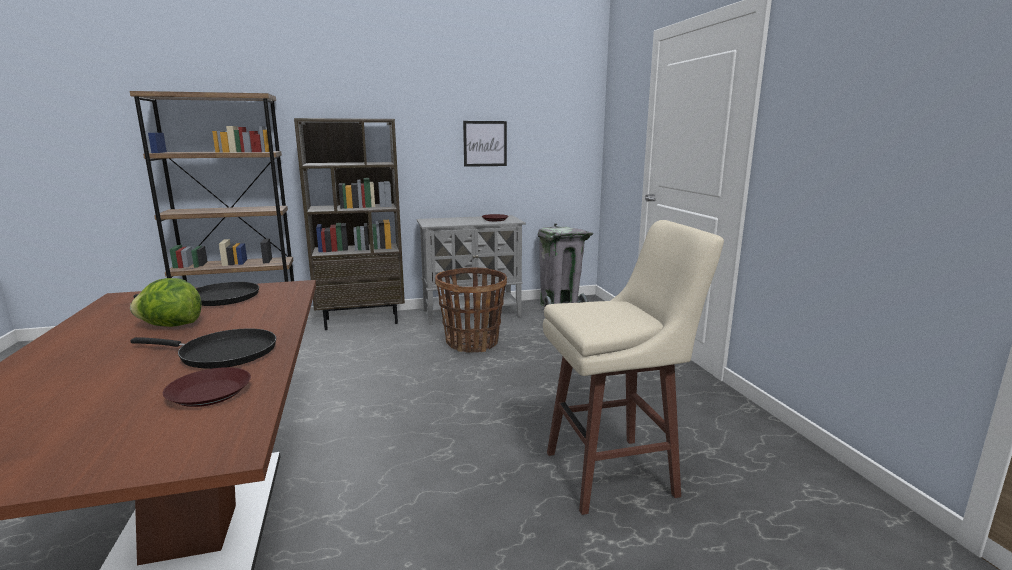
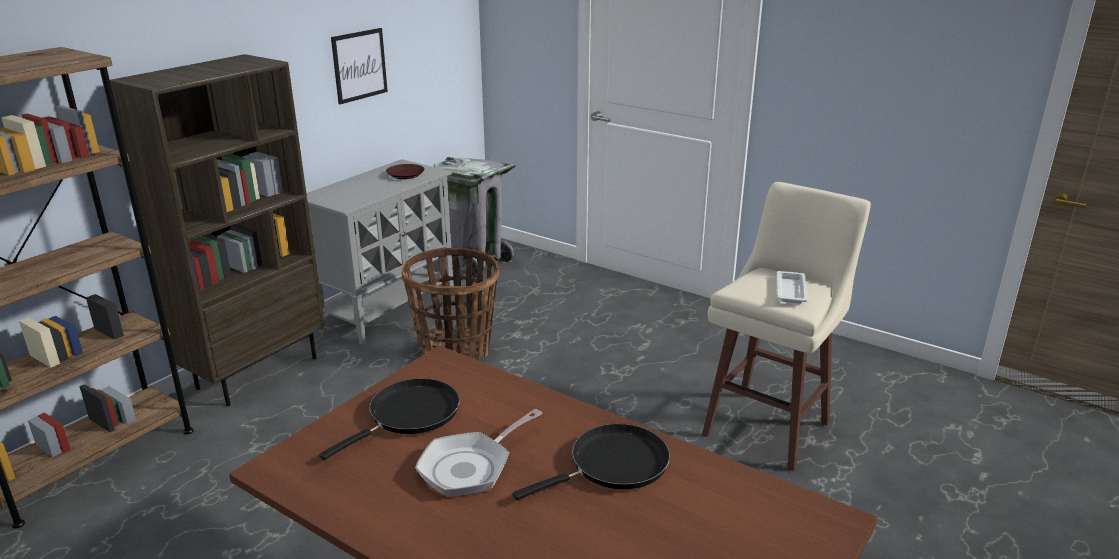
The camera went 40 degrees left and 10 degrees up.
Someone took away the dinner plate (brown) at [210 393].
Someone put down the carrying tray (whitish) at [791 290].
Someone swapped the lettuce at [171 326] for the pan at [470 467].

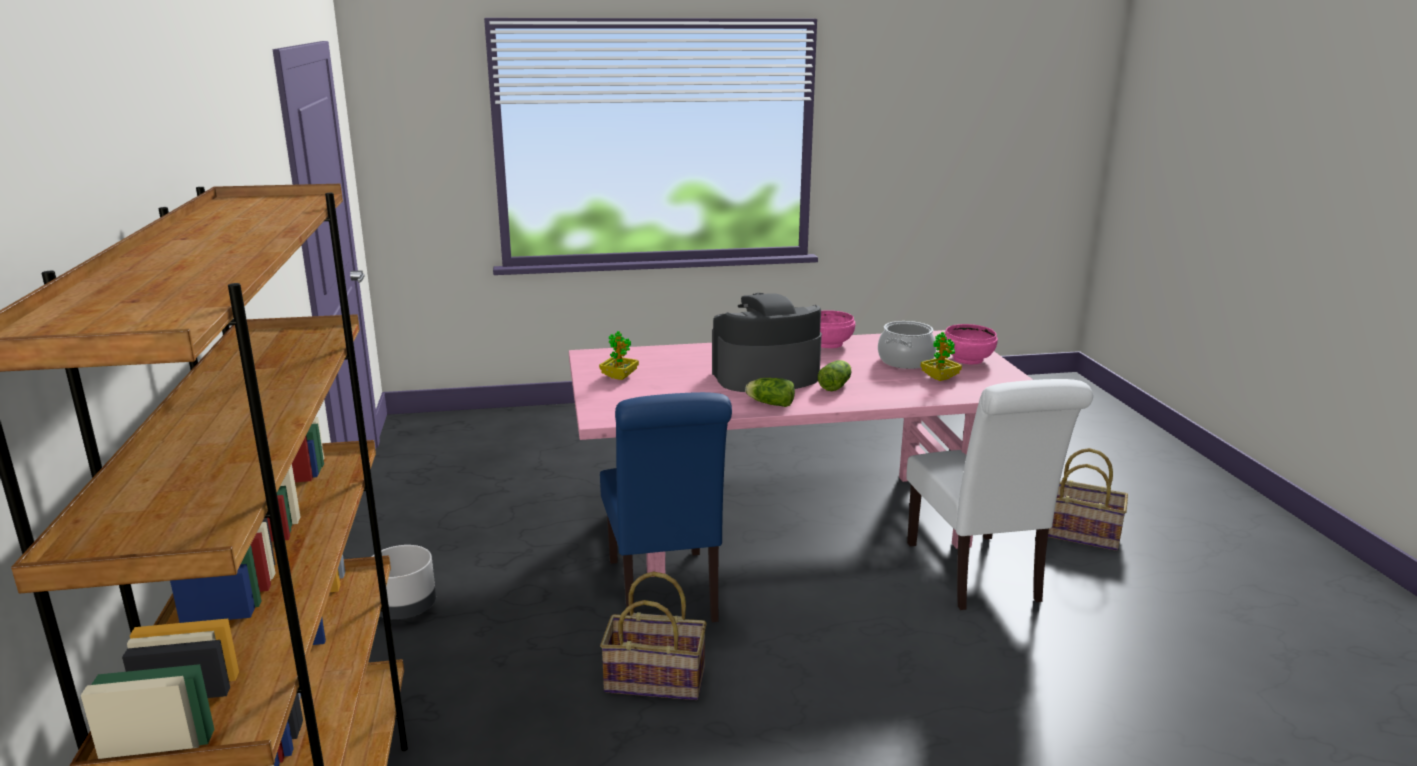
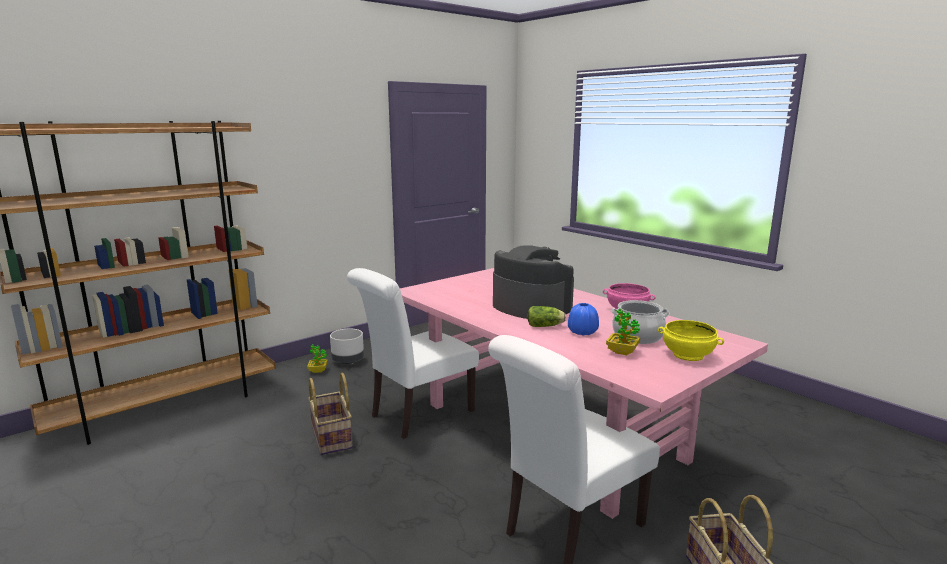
The camera went 60 degrees right and 5 degrees down.
Someone took away the lettuce at [769 403].
Someone put down the decorative vase (blue-coloured) at [582 332].
Someone carried the potted plant from [619 377] to [318 371].
Someone repainted the upright chair (blue-coloured) at [664 594], which became the upright chair (whitish) at [416 415].
Someone repainted the deep dish (pinkish) at [967 359], which became the deep dish (yellow) at [688 355].

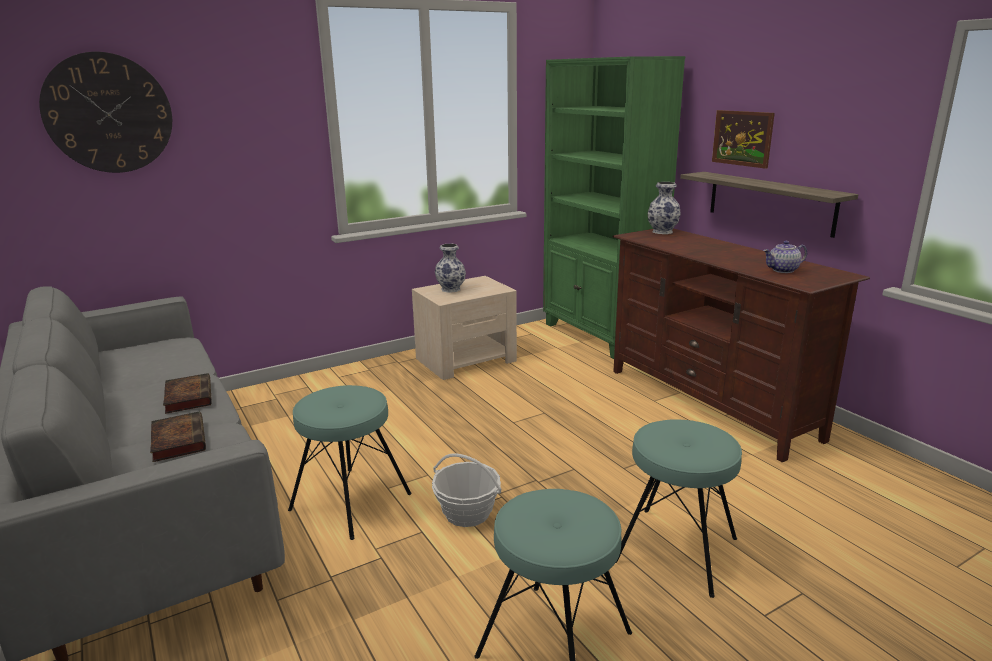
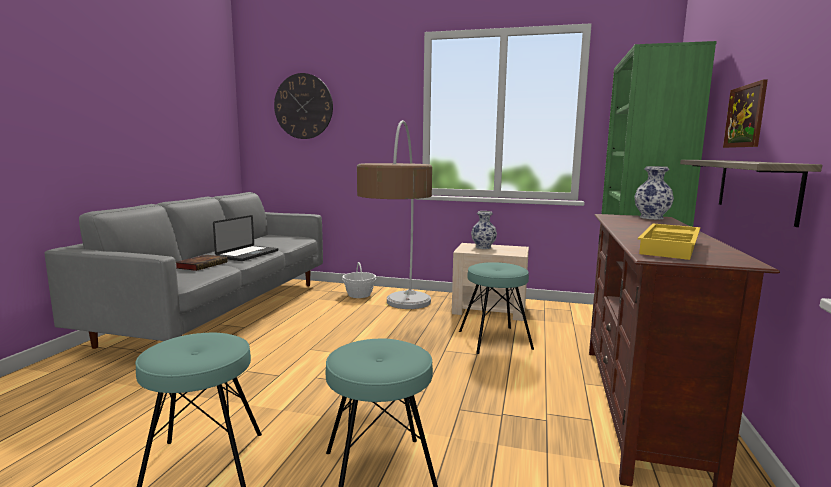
The camera went 45 degrees right and 10 degrees down.
Someone put down the floor lamp at [401 323].
Someone carried the stool seat (turquoise-coloured) from [351 502] to [494 340].
Someone carried the basket from [467 513] to [359 294].
Someone swapped the volume at [188 396] for the laptop at [248 254].
Someone swapped the tea pot at [783 270] for the carrying tray (yellow) at [671 247].

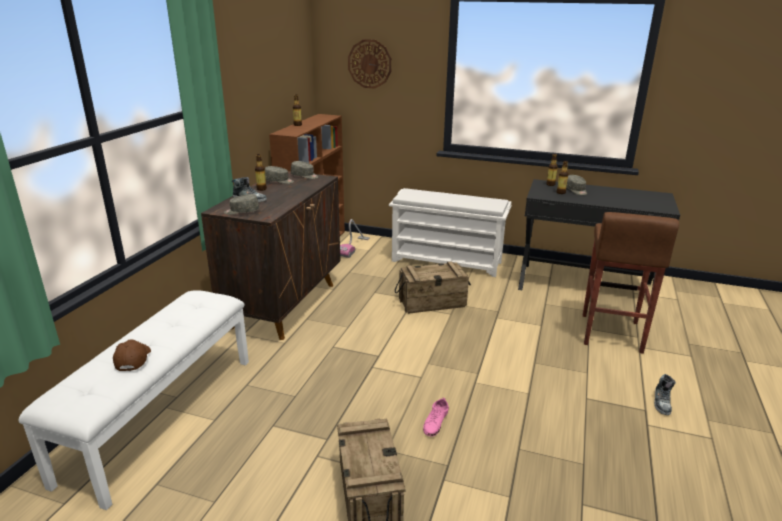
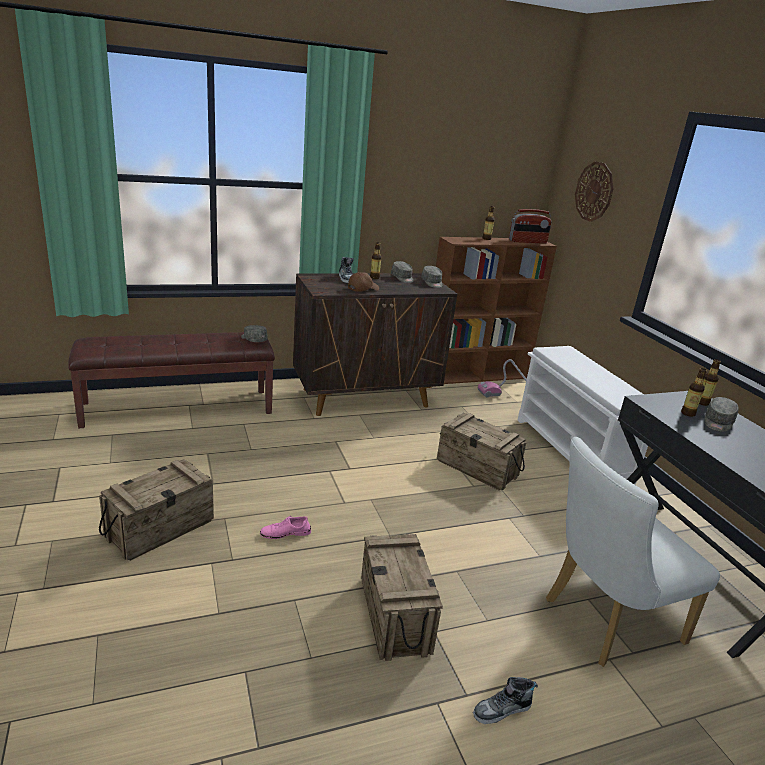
The camera went 50 degrees right and 0 degrees up.
Someone put down the packing crate at [395 615].
Someone put down the radio receiver at [527 242].
Someone carried the cap (brown) from [133 360] to [363 289].
Someone carried the cap (grey) from [241 212] to [253 339].
Someone swapped the stool seat (brown) at [610 333] for the upright chair (whitish) at [604 622].
Someone repainted the long seat (whitish) at [161 416], which became the long seat (brown) at [178 407].

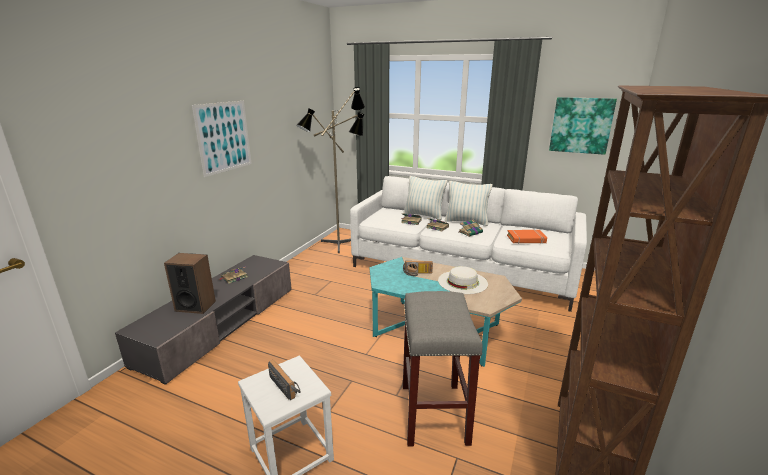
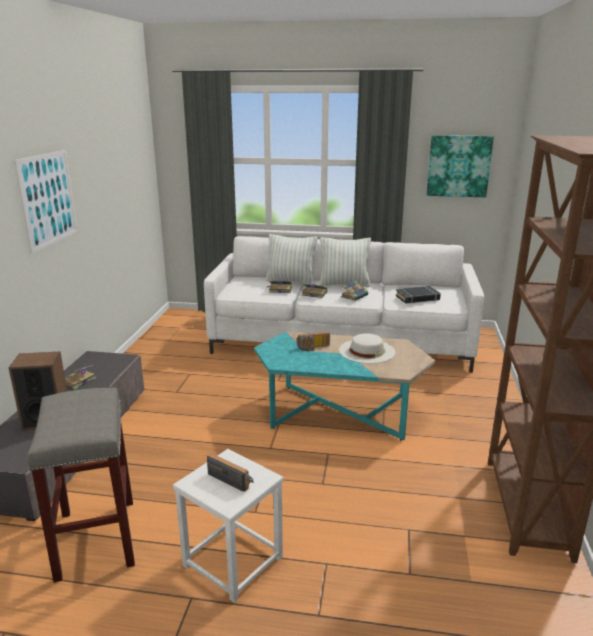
The camera went 15 degrees left and 0 degrees up.
Someone took away the floor lamp at [341 246].
Someone carried the stool seat (grey) from [434 414] to [97 539].
Someone repainted the volume (orange) at [526 239], which became the volume (black-coloured) at [417 298].

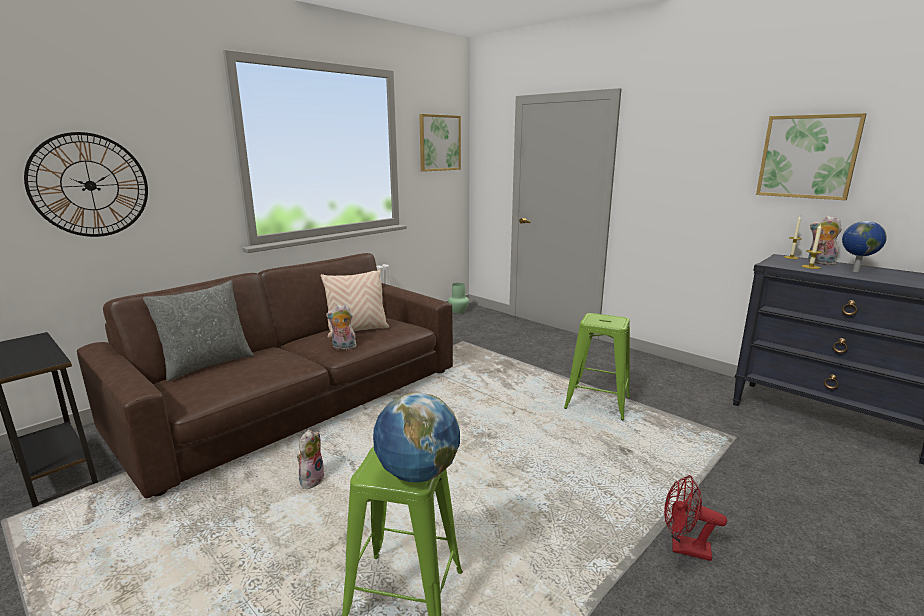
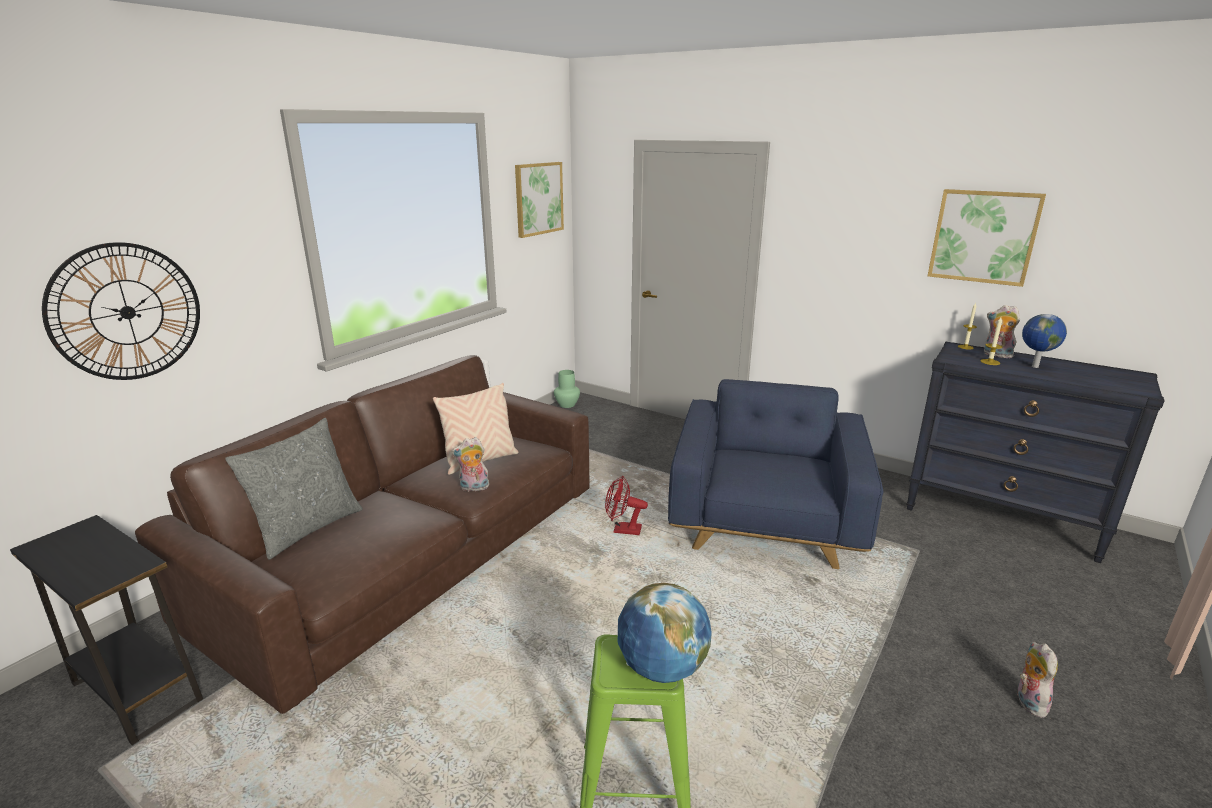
The camera went 10 degrees left and 5 degrees up.
Someone carried the plush toy from [311 479] to [1028 701].
Someone carried the cooling fan (reddish) from [684 548] to [622 530].
Someone swapped the stool seat (green) at [596 403] for the easy chair (blue-coloured) at [765 521].

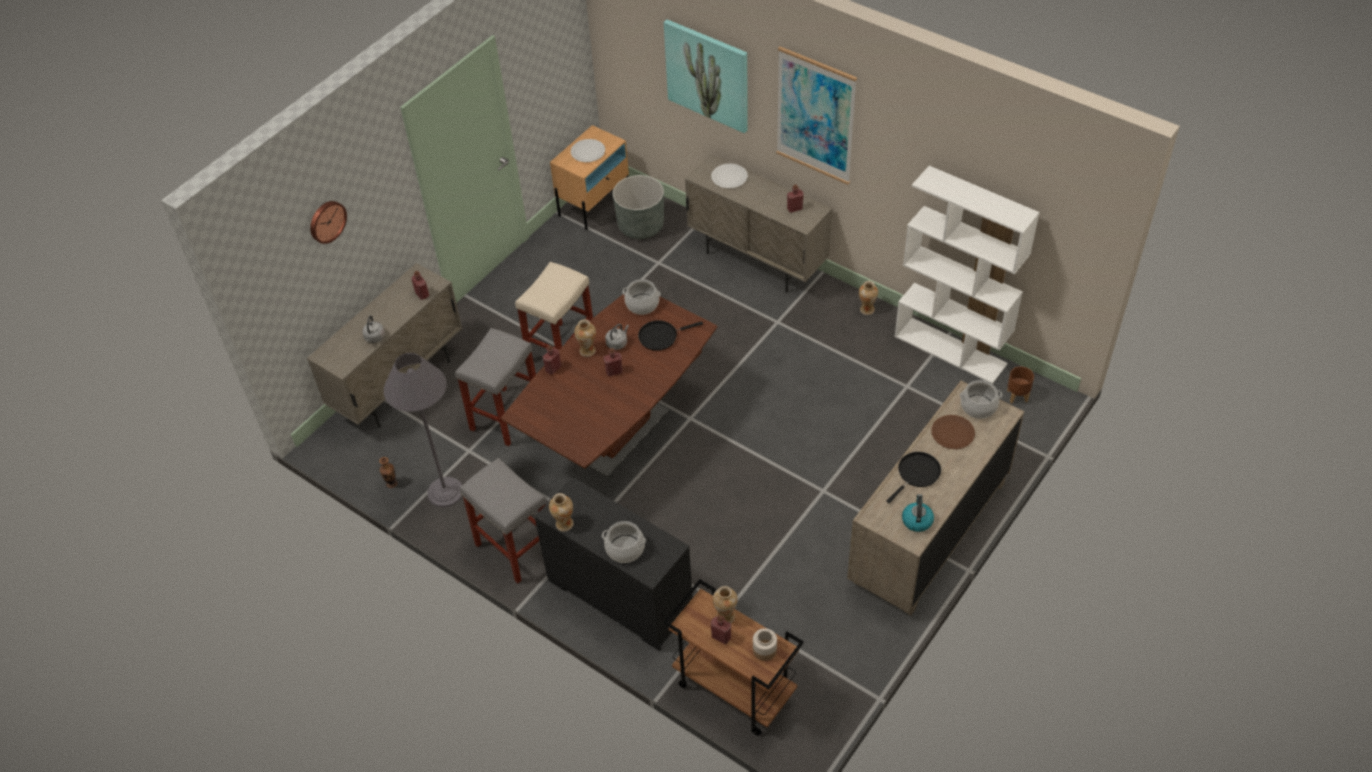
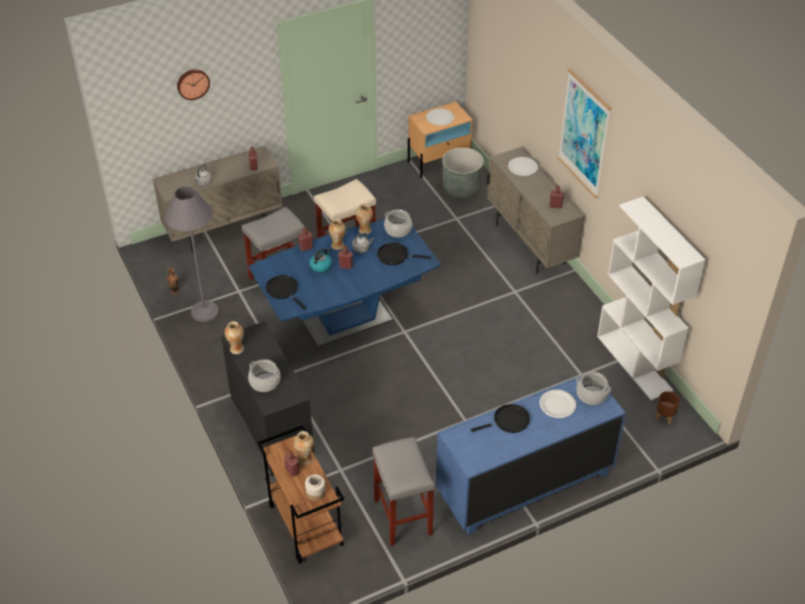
The camera went 25 degrees right and 5 degrees down.
Someone took away the wall art at [708 75].
Someone put down the pan (black-coloured) at [283 290].
Someone carried the stool seat (grey) from [514 548] to [402 516].
Someone carried the decorative vase from [867 310] to [364 230].
Someone carried the tea kettle from [917 520] to [321 266].
Someone repainted the dining table (brown) at [619 433], which became the dining table (blue-coloured) at [347 321].
Someone repainted the dresser (beige) at [929 532], which became the dresser (blue-coloured) at [525 483].
Someone repainted the dinner plate (brown) at [952 433], which became the dinner plate (whitish) at [557 405].

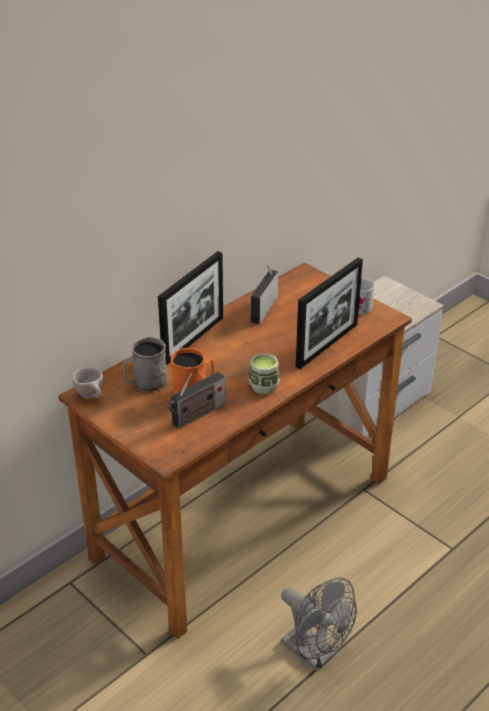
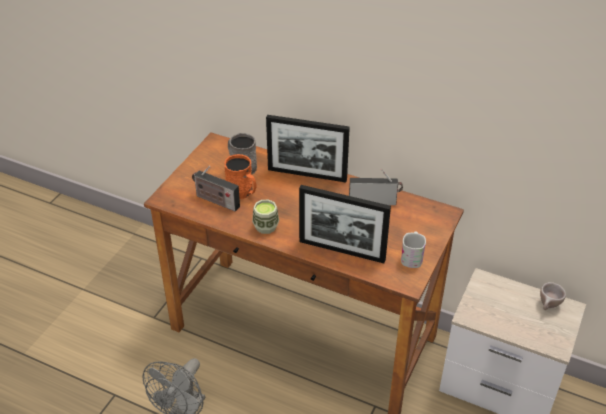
The camera went 70 degrees right and 5 degrees up.
Someone carried the cup (beige) from [92 397] to [548 306].

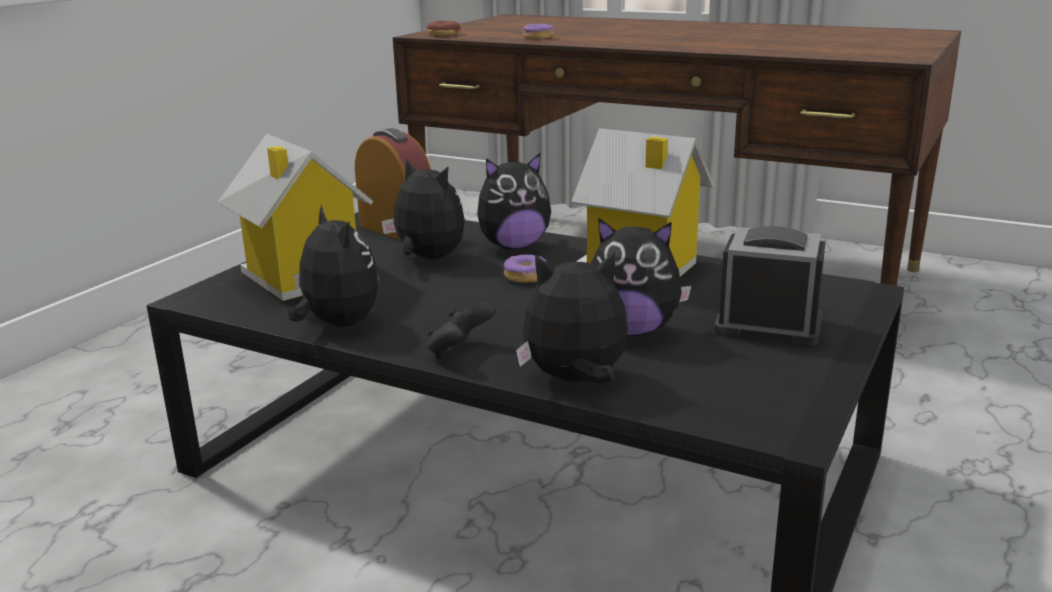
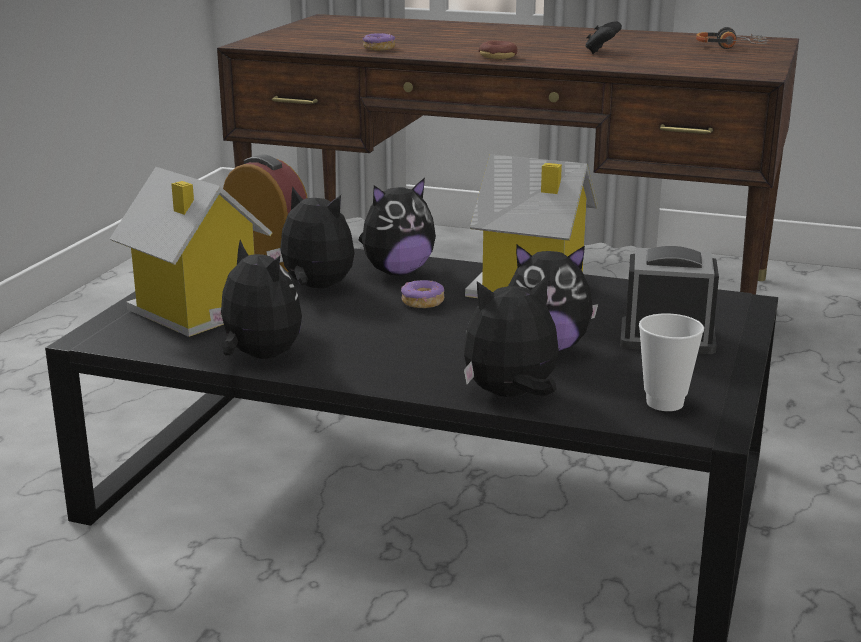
The camera went 10 degrees left and 0 degrees up.
Someone put down the cup at [664 403].
Someone put down the headset at [730 47].
Someone carried the donut from [443 34] to [498 57].
Someone carried the joypad (black-coloured) from [459 352] to [601 52].

